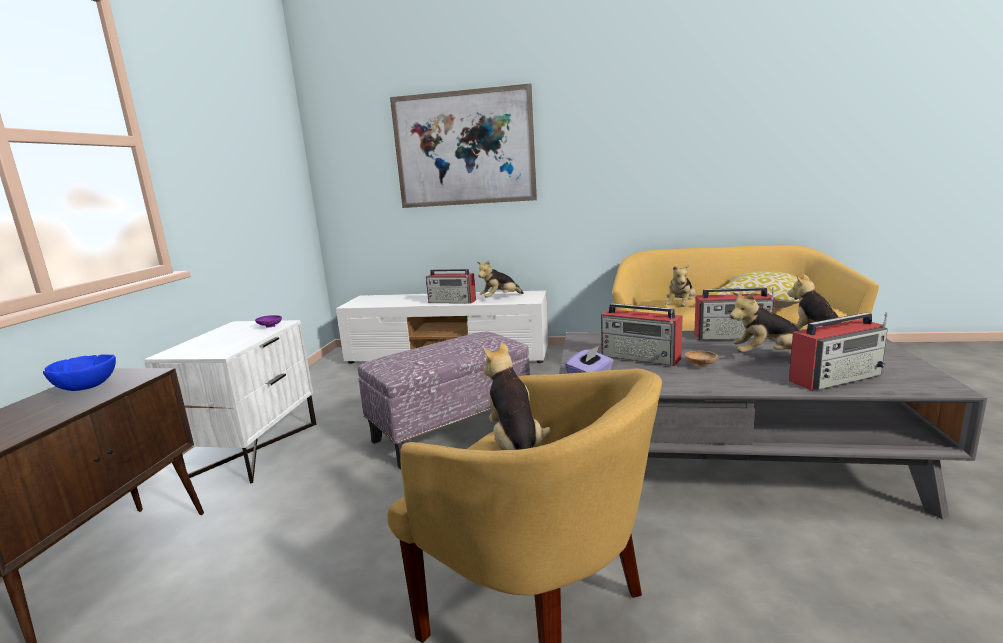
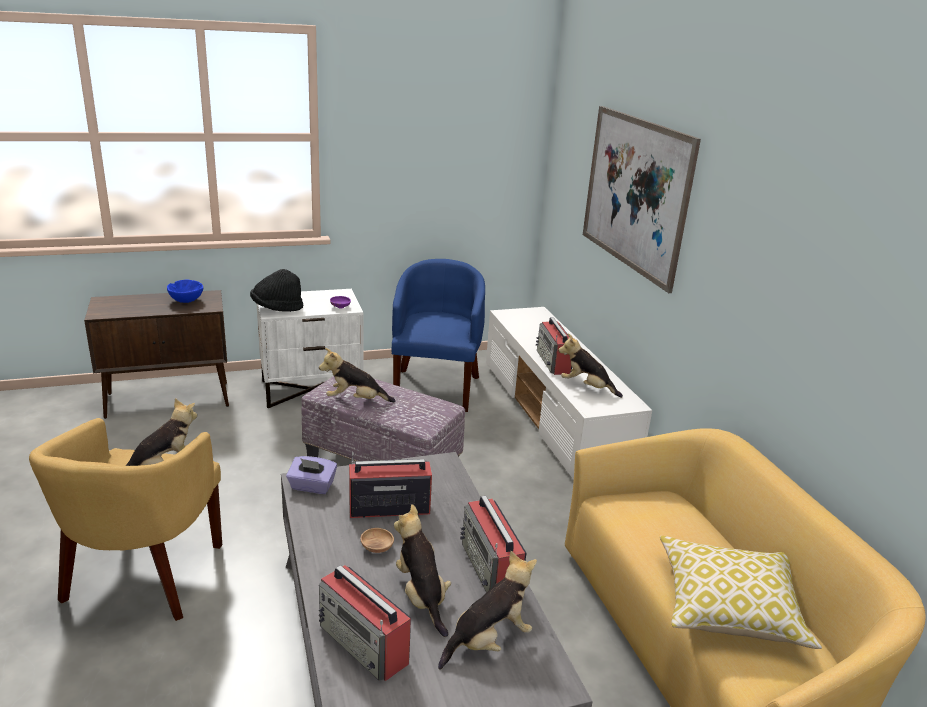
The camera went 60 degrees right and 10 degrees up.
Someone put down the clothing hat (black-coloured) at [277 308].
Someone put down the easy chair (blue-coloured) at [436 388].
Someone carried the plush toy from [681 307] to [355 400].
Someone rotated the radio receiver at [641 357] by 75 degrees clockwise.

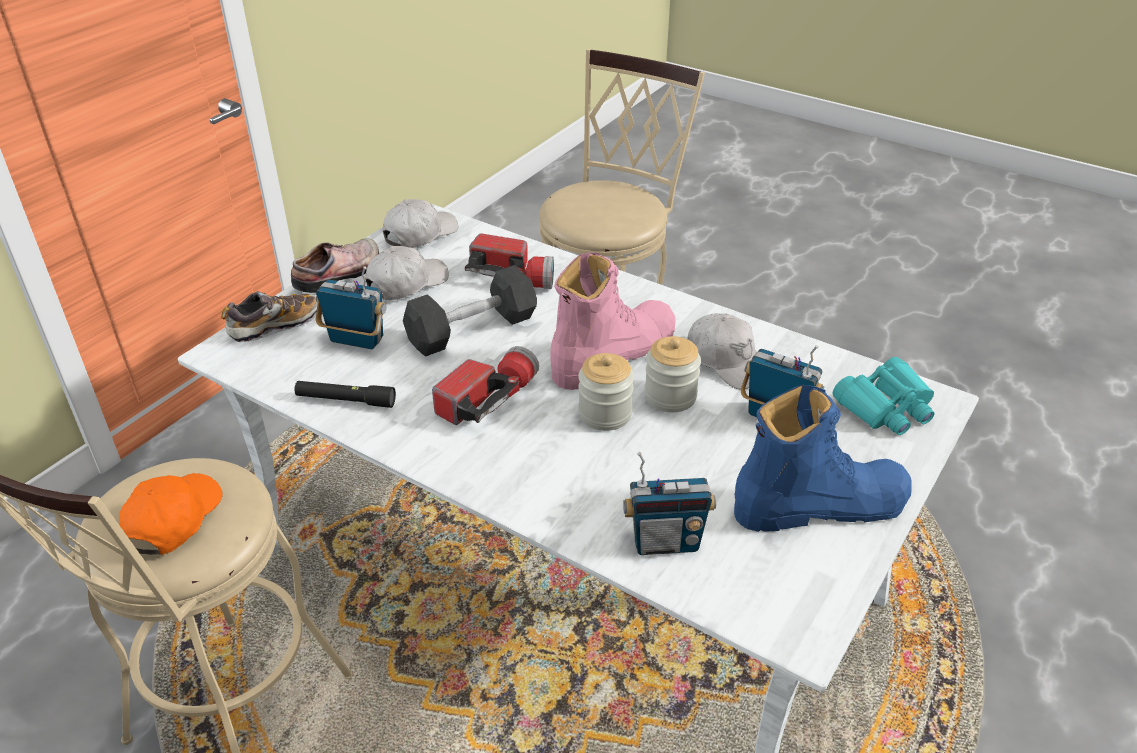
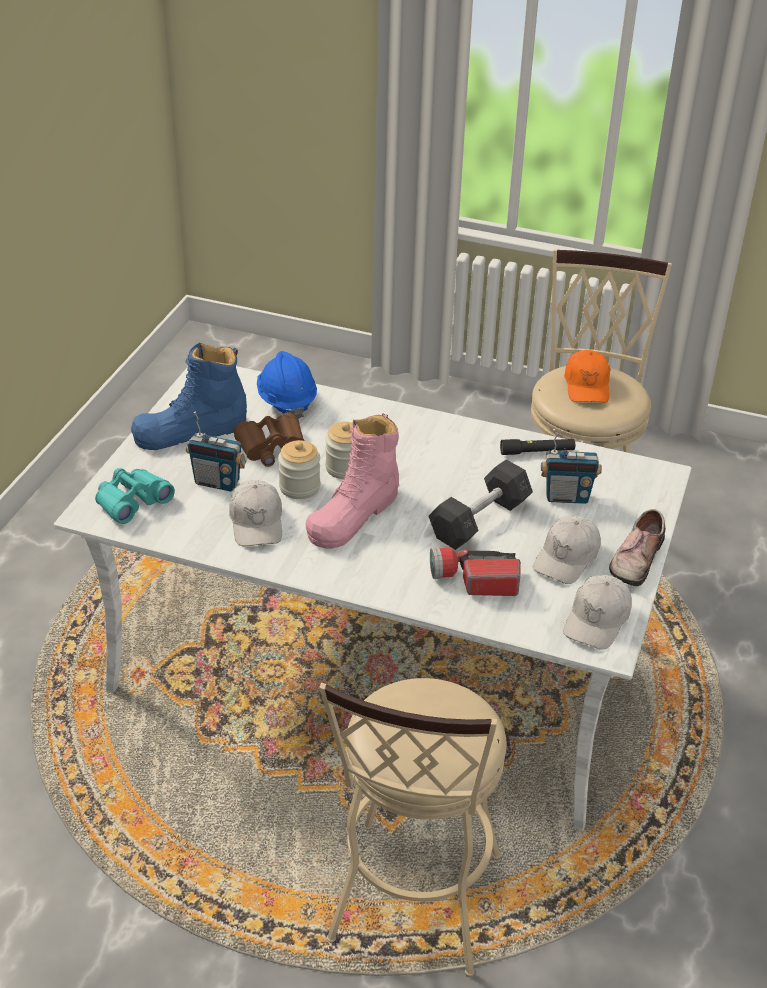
The camera went 165 degrees right and 0 degrees up.
Someone took away the item of footwear at [274 326].
Someone took away the flashlight at [488 398].
Someone put down the field glasses (brown) at [272 448].
Someone swapped the radio receiver at [665 542] for the hard hat (blue-coloured) at [286 400].
Someone rotated the cap (whitish) at [728 361] by 135 degrees counterclockwise.

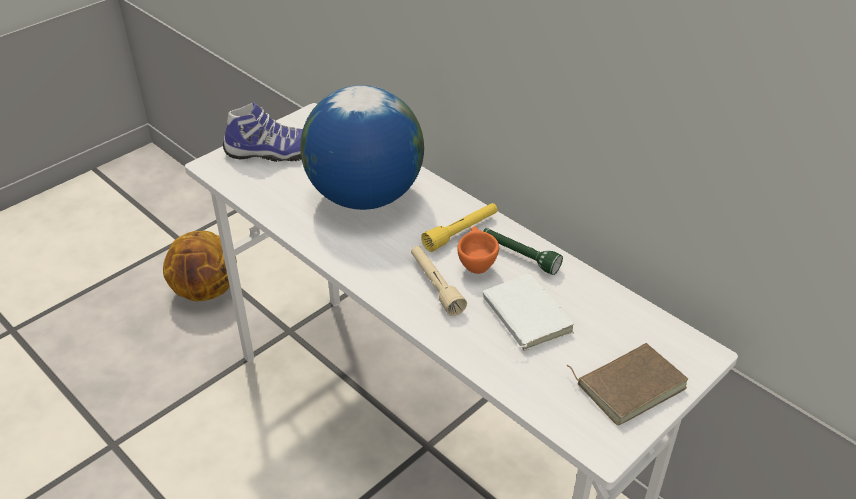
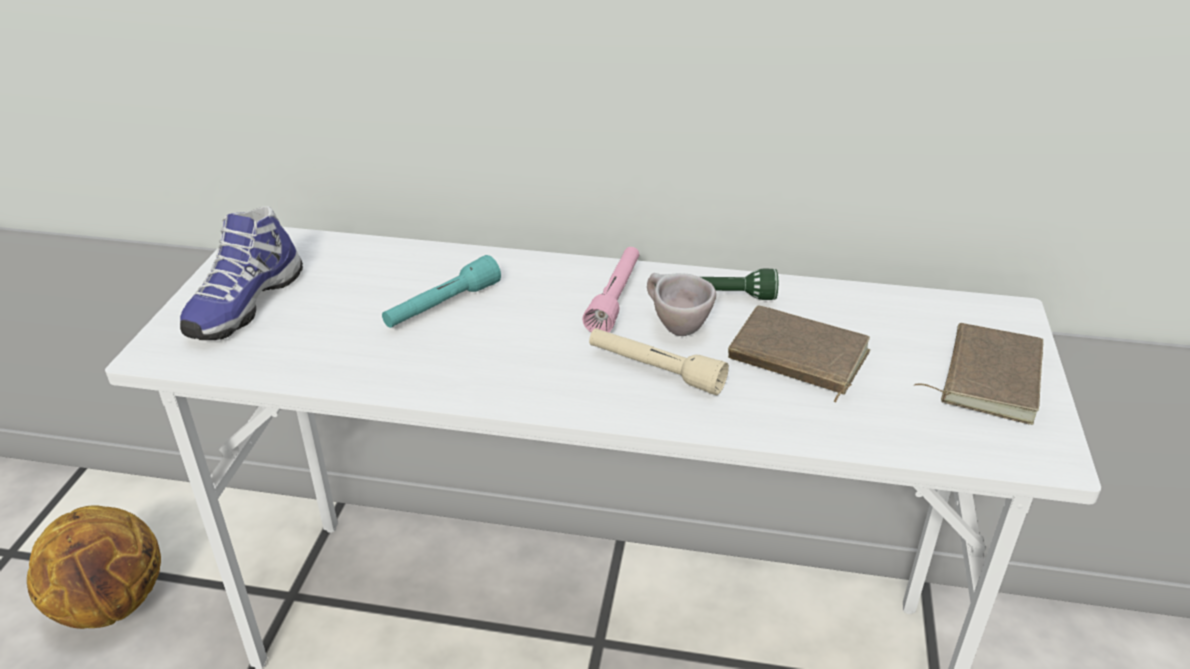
The camera went 35 degrees left and 5 degrees down.
Someone swapped the world globe at [365 196] for the flashlight (turquoise-coloured) at [442 306].
Someone repainted the flashlight (yellow) at [461 232], which became the flashlight (pinkish) at [615 298].
Someone repainted the cup (orange) at [475 264], which became the cup (beige) at [674 326].
Someone repainted the volume (whitish) at [523 316], which became the volume (brown) at [796 358].
Someone rotated the item of footwear at [272 153] by 150 degrees clockwise.

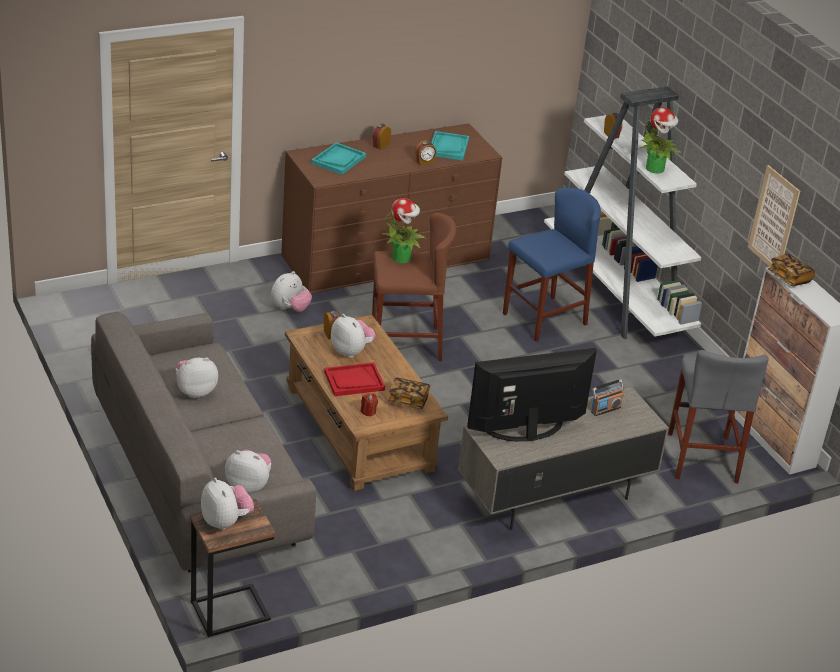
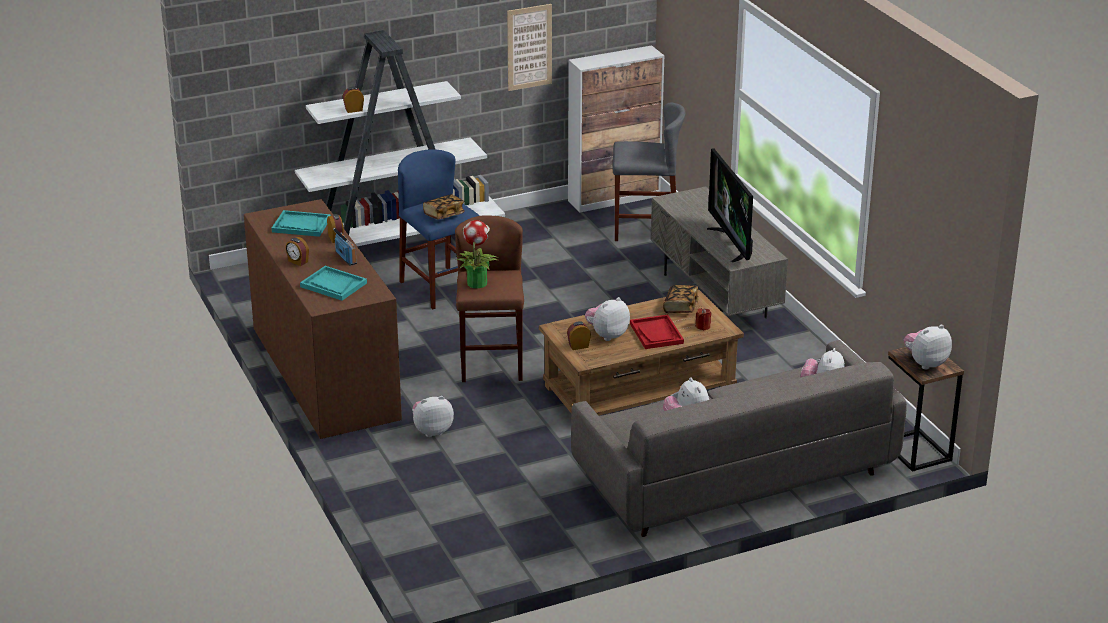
The camera went 85 degrees left and 5 degrees down.
Someone took away the potted plant at [655 168].
Someone carried the radio receiver from [605 409] to [346 258].
Someone carried the volume from [789 278] to [444 215].
Someone rotated the plush toy at [290 309] by 60 degrees counterclockwise.

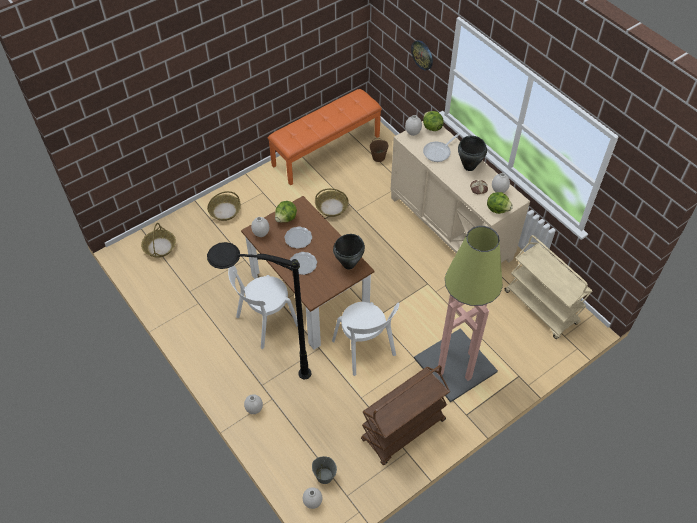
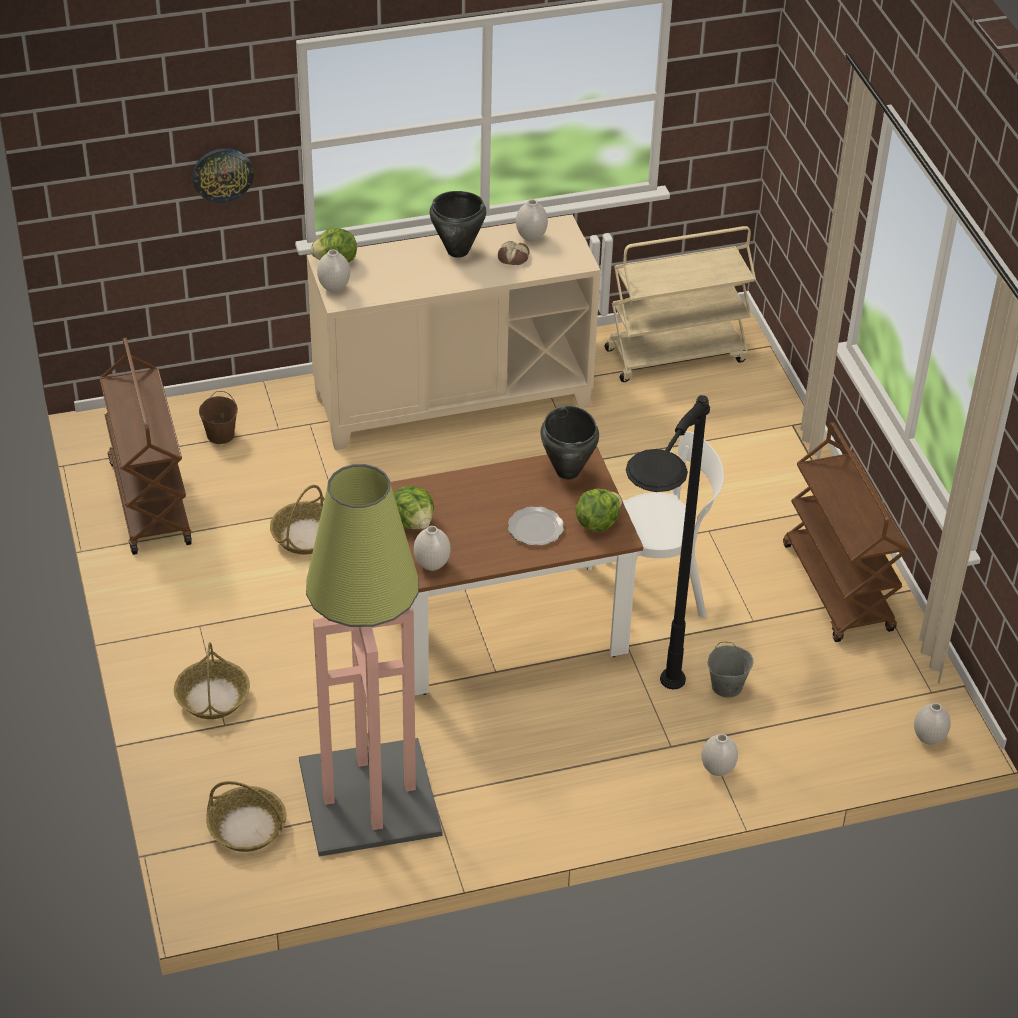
The camera went 70 degrees left and 10 degrees down.
Someone took away the upright chair (whitish) at [265 322].
Someone took away the dinner plate at [298 238].
Someone took away the pan at [438 152].
Someone carried the water bucket (grey) from [324 476] to [726 686].
Someone carried the floor lamp from [456 365] to [371 796].
Someone carried the lettuce from [497 209] to [597 522].
Someone swapped the long seat (orange) at [326 150] for the cart (brown) at [149 501].

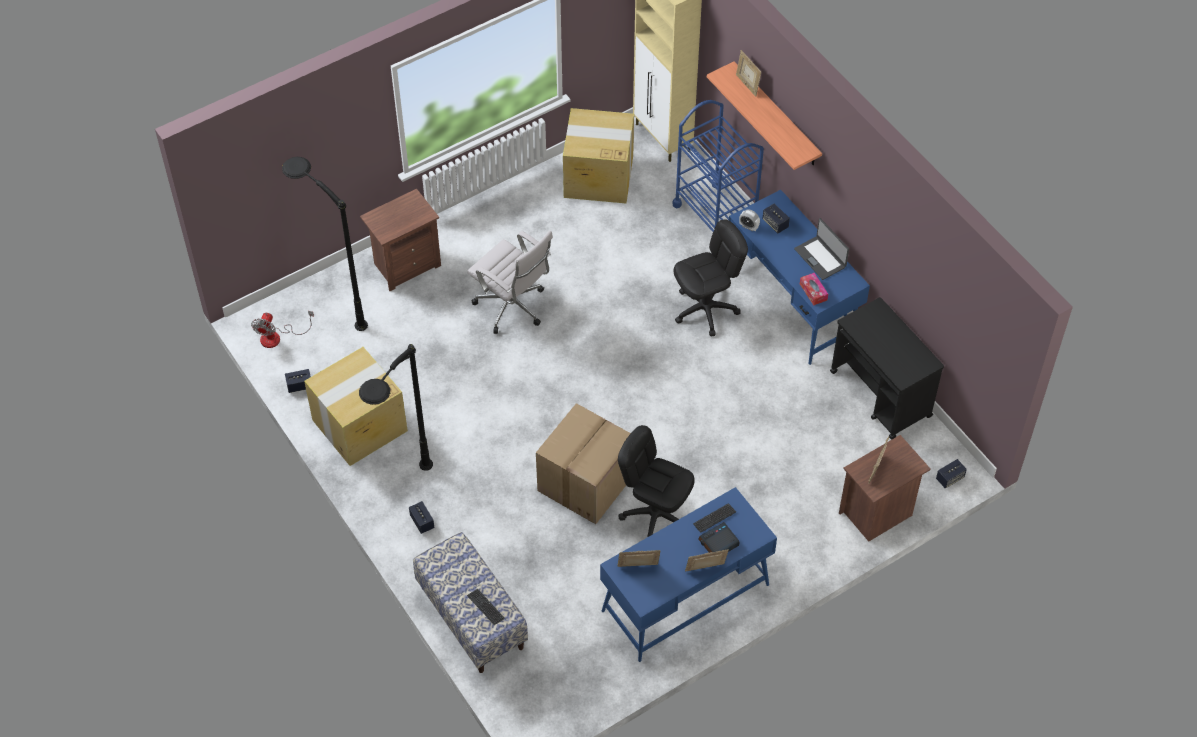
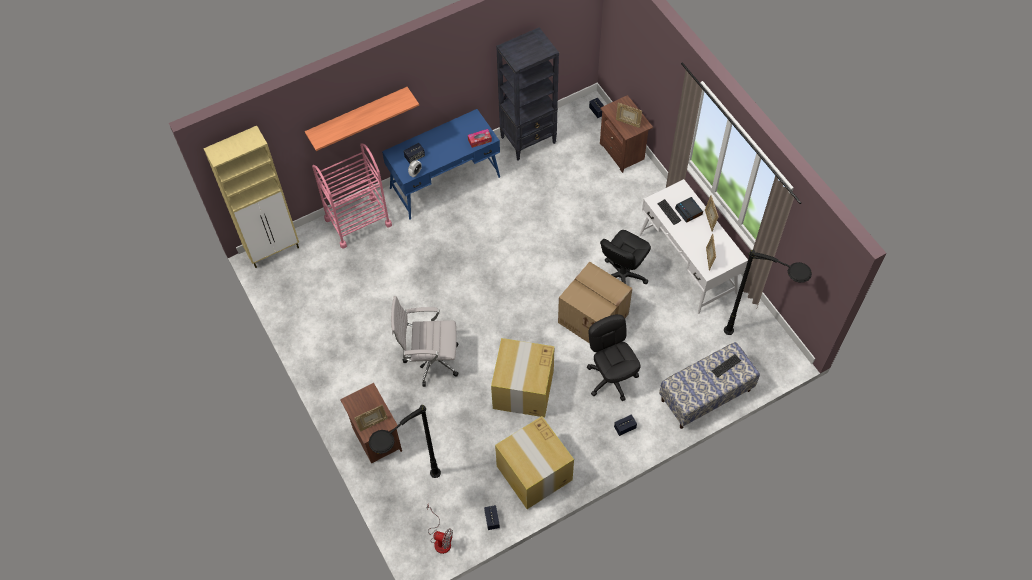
The camera went 85 degrees left and 5 degrees up.
Someone took away the laptop at [820 258].
Someone carried the floor lamp (black-coloured) from [402 497] to [757 345].
Someone carried the carton from [597 176] to [523 390].
Someone carried the office chair (black-coloured) from [706 310] to [611 378].
Someone carried the photo frame from [747 85] to [373 423].
Someone swapped the cart (black-coloured) at [881 394] for the bookshelf (black-coloured) at [528 140].
Someone repainted the desk unit (blue-coloured) at [685 597], which became the desk unit (whitish) at [687 263].
Someone repainted the cart (blue-coloured) at [715 216], which became the cart (pinkish) at [358 222].
Someone rotated the office chair (whitish) at [513 308] by 135 degrees counterclockwise.

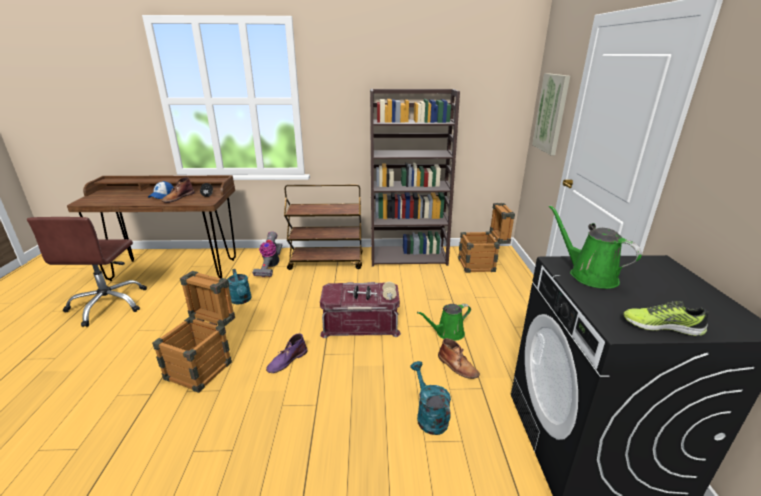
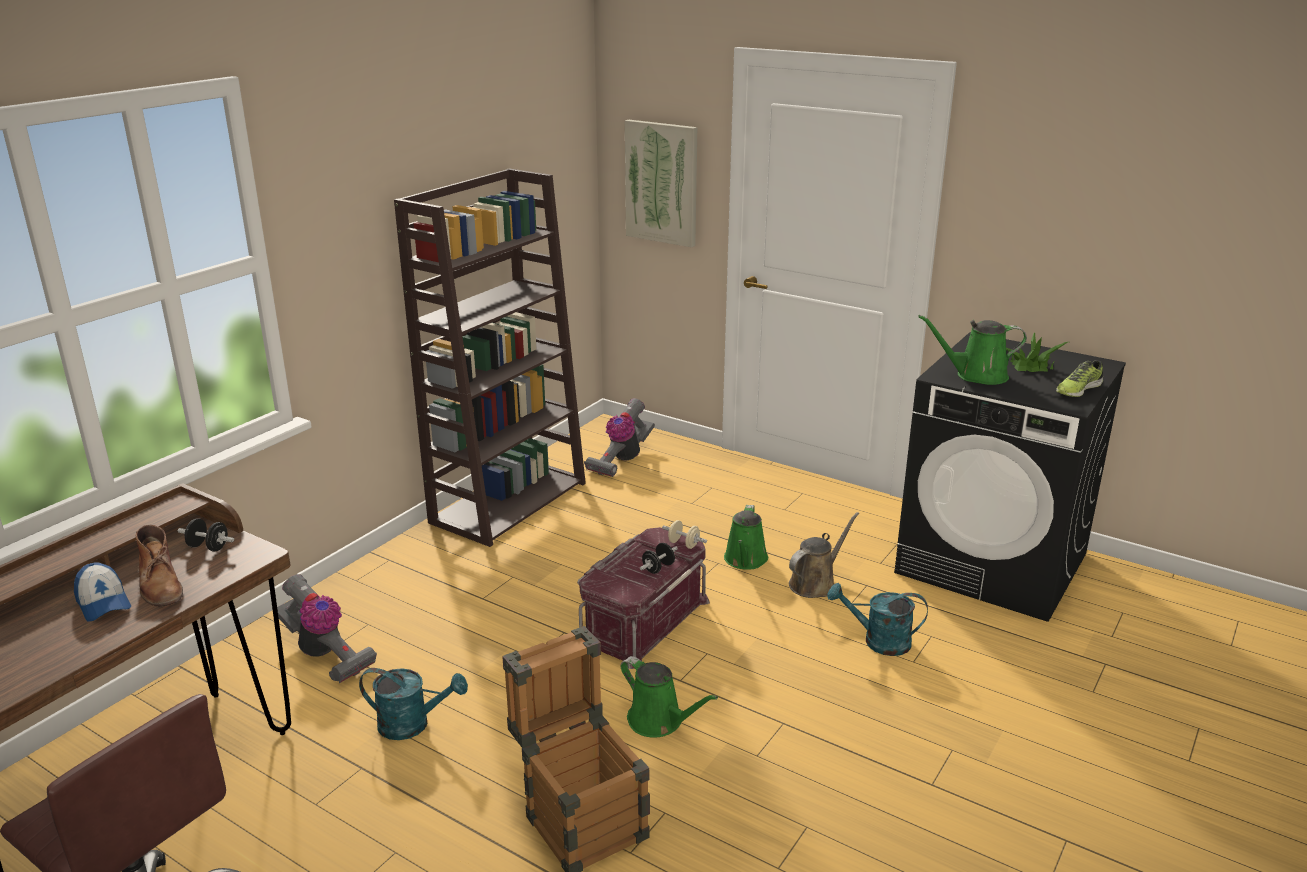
The camera went 55 degrees left and 0 degrees up.
Someone took away the cart (brown) at [327 262].
Someone put down the potted plant at [1031 366].
Someone swapped the boot (purplish) at [286 360] for the watering pot (green) at [659 721].
Someone swapped the boot (brown) at [457 366] for the watering pot (brown) at [815 583].
Someone swapped the packing crate at [481 265] for the hoover at [621 459].

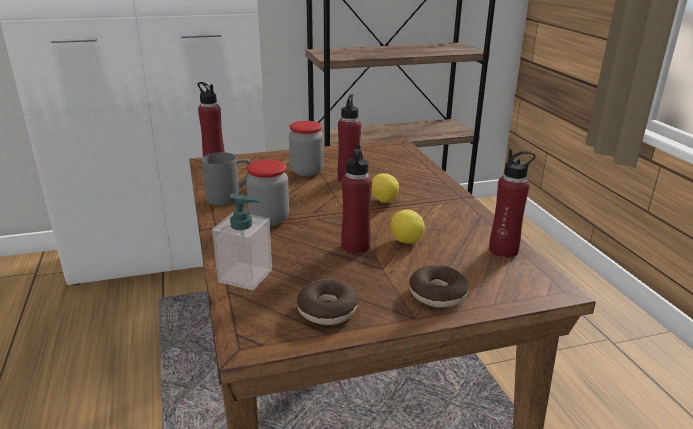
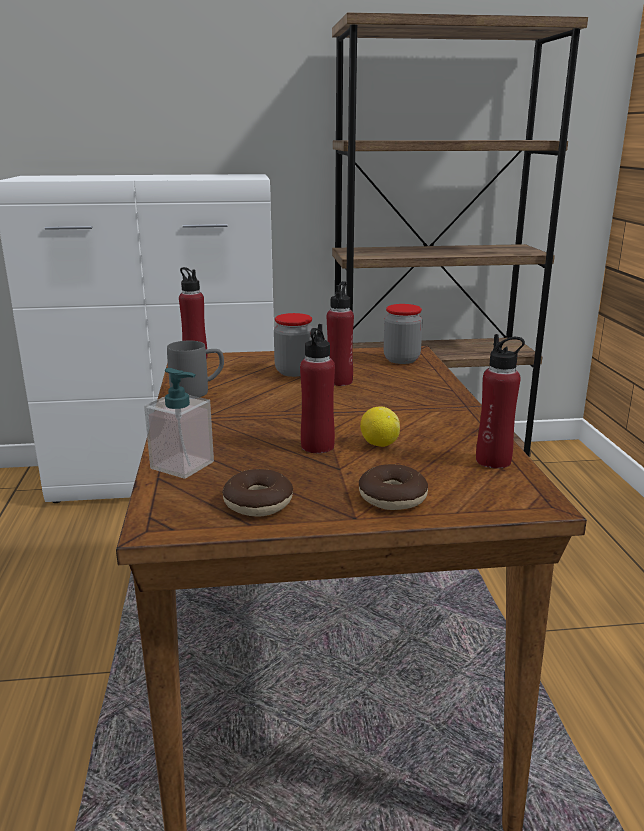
The camera went 10 degrees right and 5 degrees down.
Someone took away the lemon at [383 201].
Someone carried the storage jar from [269 219] to [401 359].

